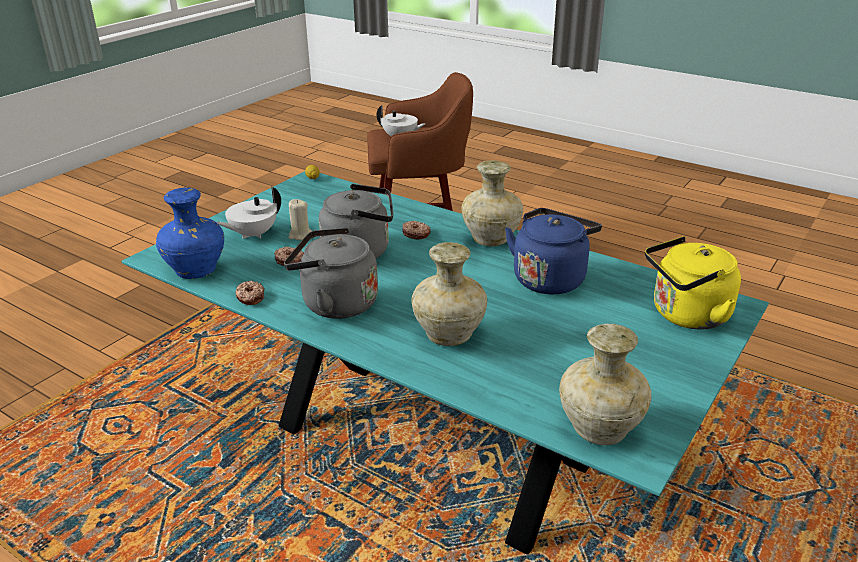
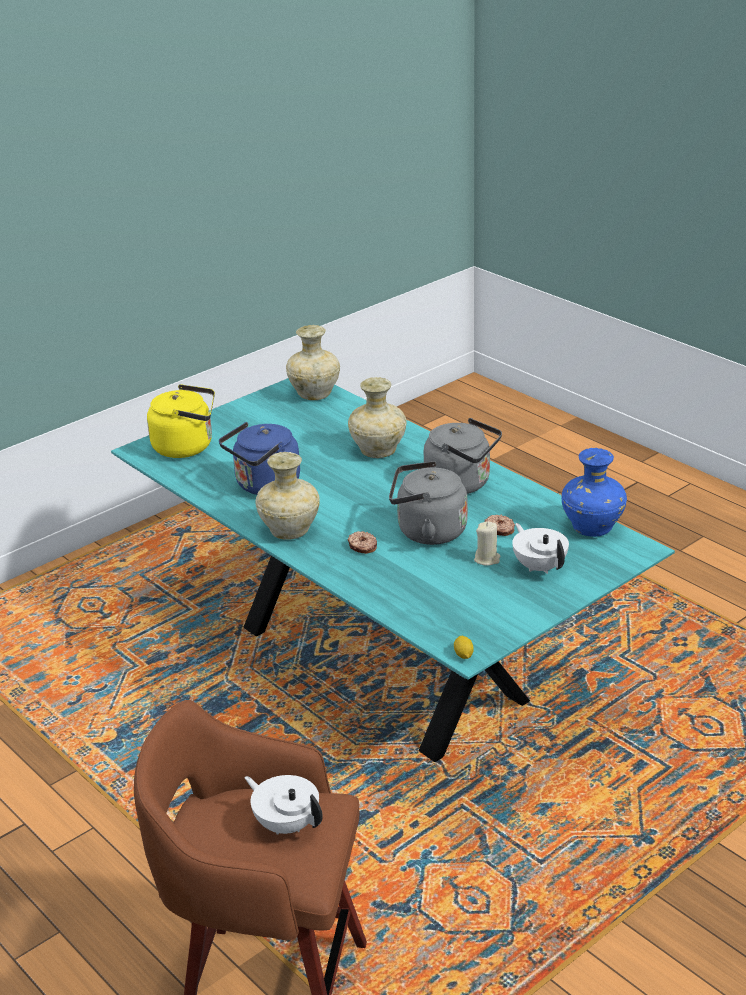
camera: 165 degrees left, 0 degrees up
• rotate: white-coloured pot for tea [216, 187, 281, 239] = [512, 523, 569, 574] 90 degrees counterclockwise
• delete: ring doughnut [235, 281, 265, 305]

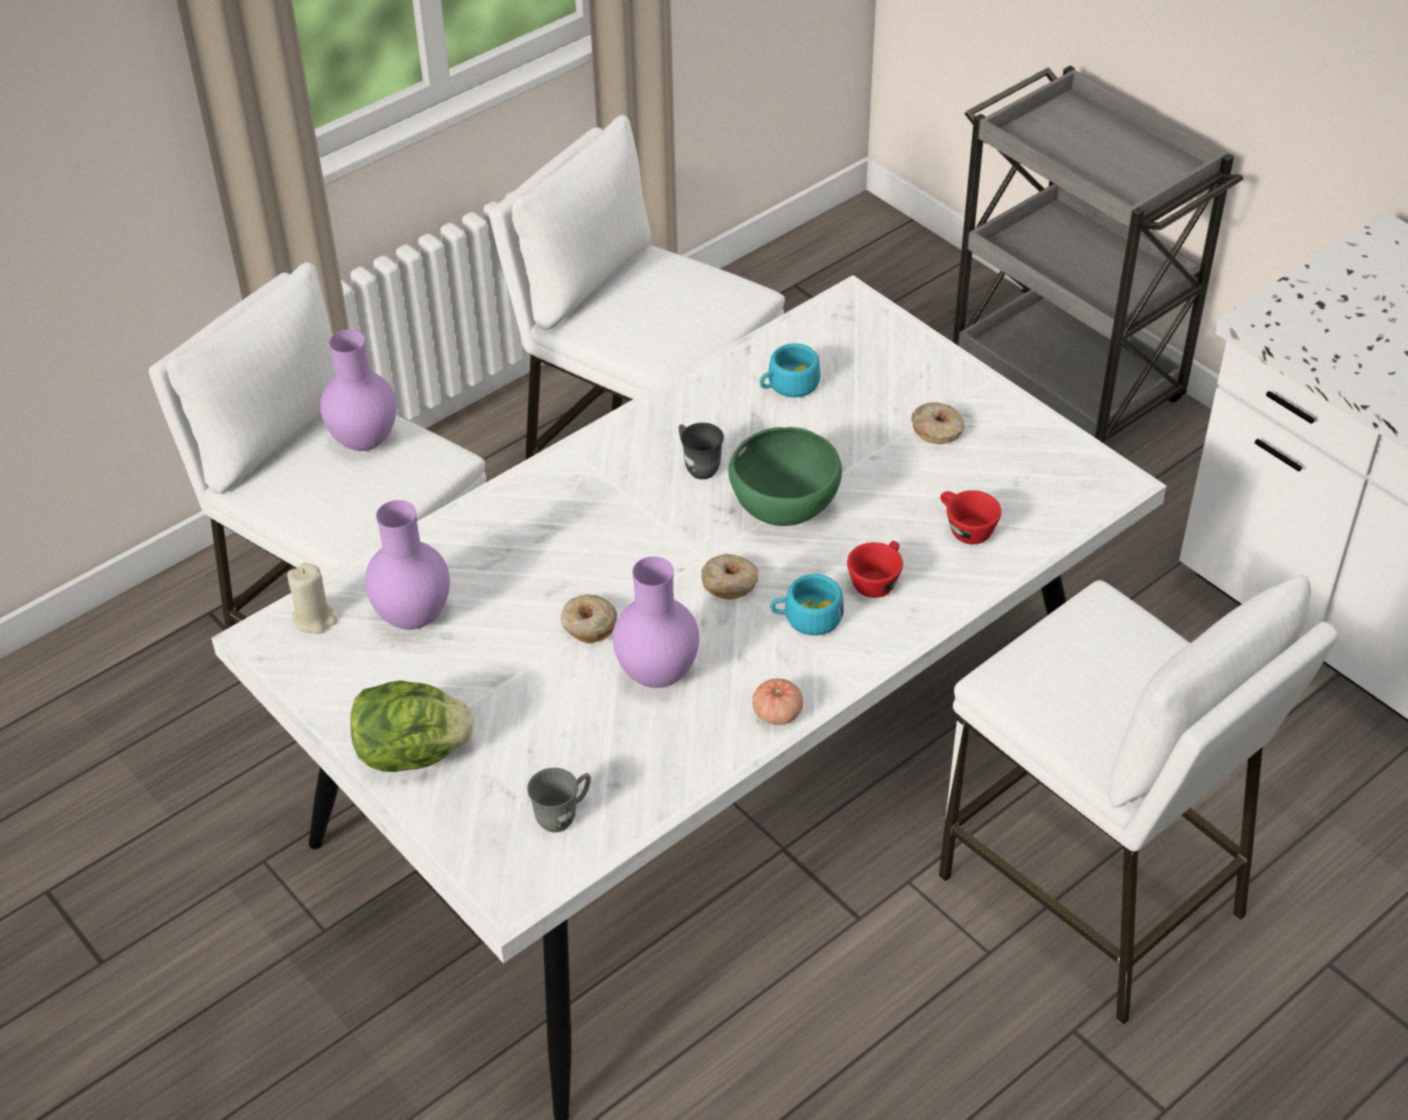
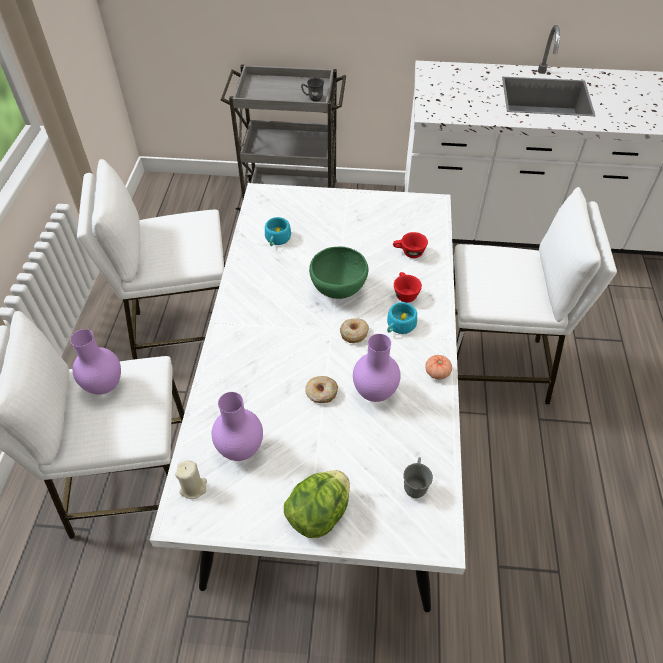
camera: 45 degrees left, 5 degrees up
• delete: ring doughnut [911, 402, 965, 444]
• move: gray coffee mug [678, 423, 724, 479] to [301, 78, 324, 102]

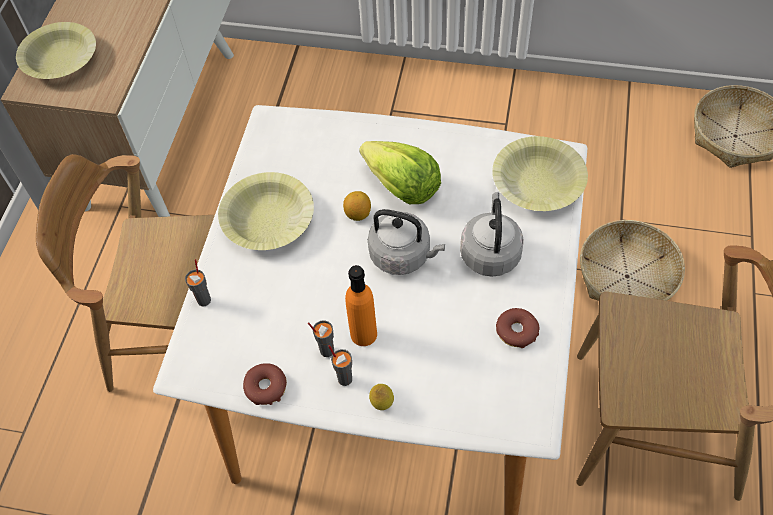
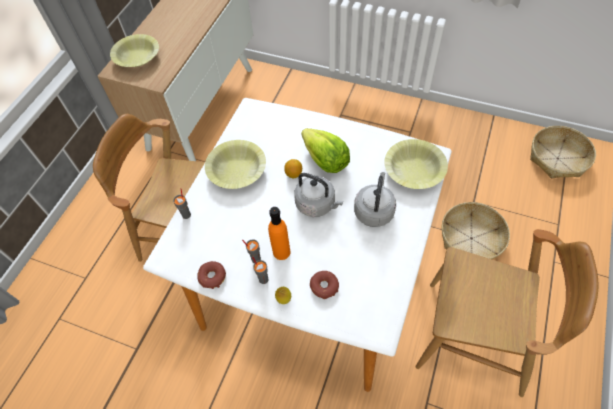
camera: 10 degrees right, 0 degrees up
• move: ring doughnut [496, 308, 539, 348] to [310, 271, 339, 299]

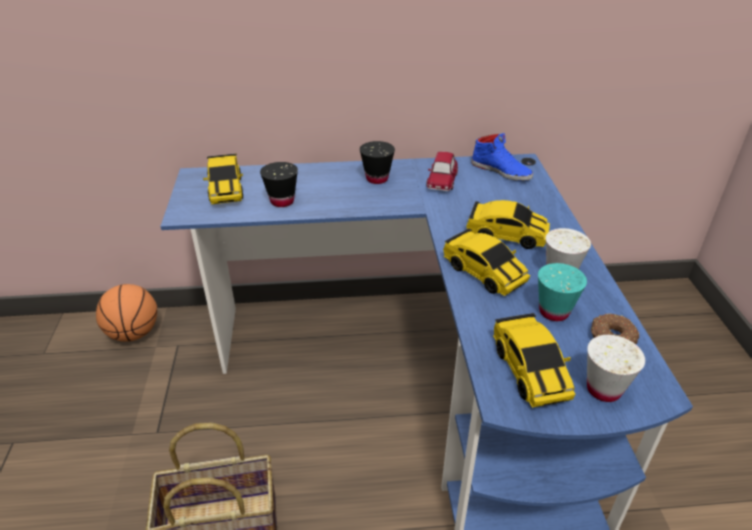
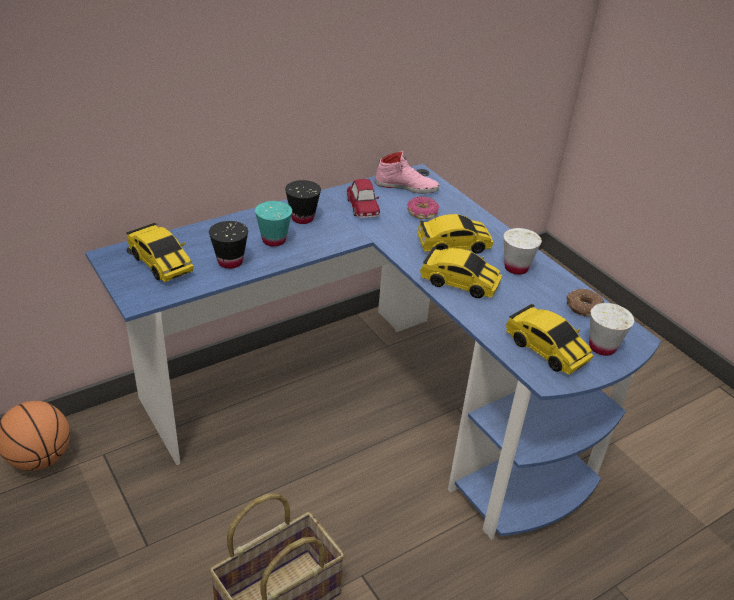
camera: 30 degrees left, 0 degrees up
• recolor: blue-coloured shoe [472, 133, 533, 181] to pink shoe [375, 150, 439, 193]
• move: turquoise cup [538, 263, 587, 321] to [255, 201, 292, 247]
• insert: ring doughnut [407, 196, 439, 219]

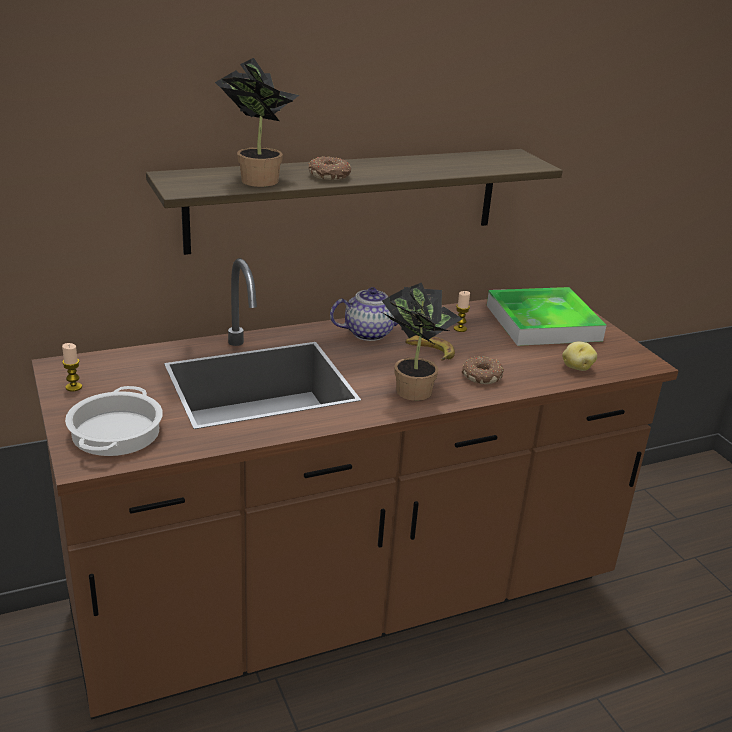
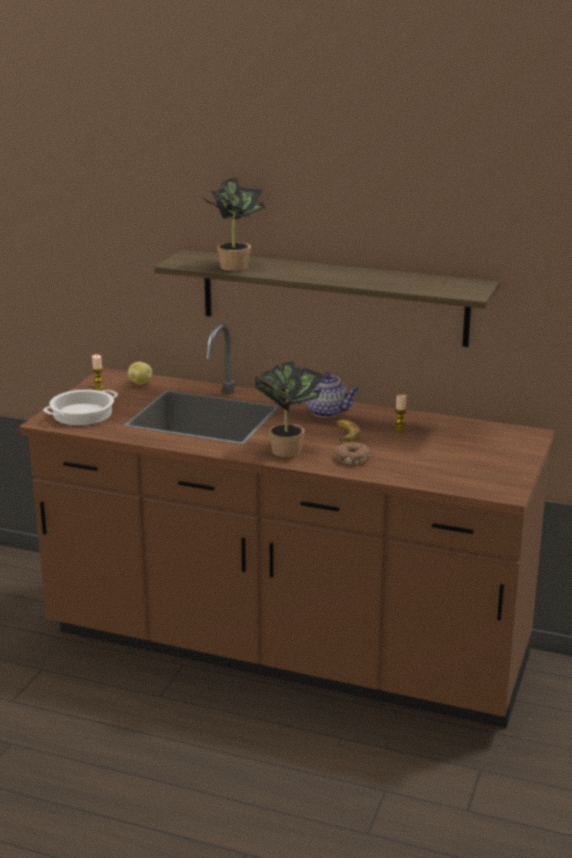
camera: 45 degrees right, 5 degrees down
• delete: ring doughnut [308, 156, 351, 180]
• delete: tray [487, 287, 607, 346]
• move: whole potato [562, 342, 597, 371] to [128, 362, 152, 385]

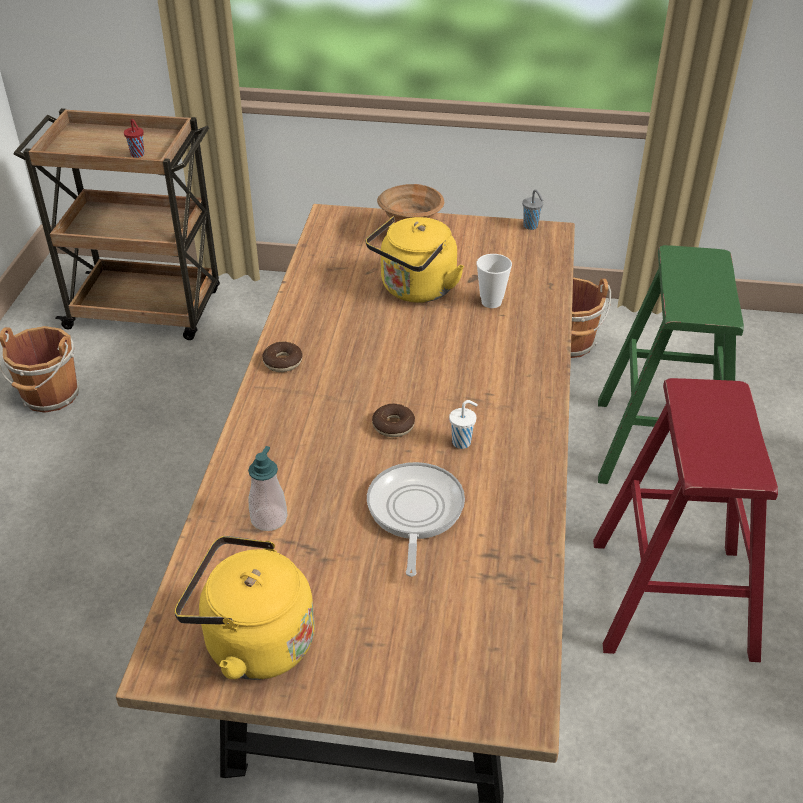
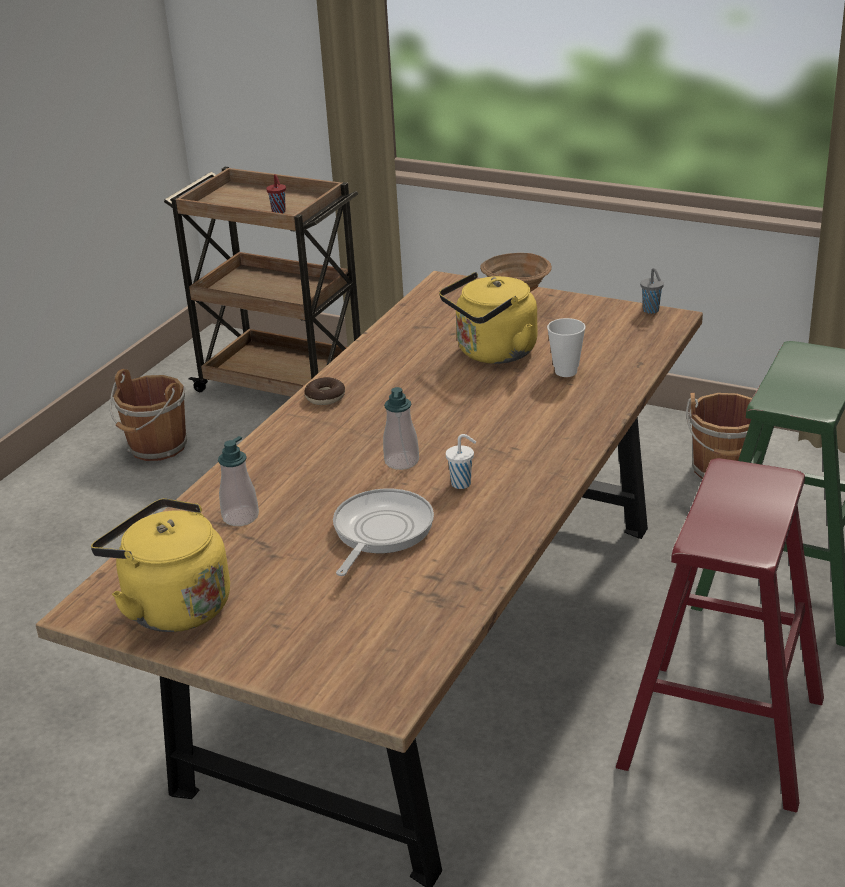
camera: 20 degrees right, 10 degrees down
• replace: ring doughnut [372, 404, 415, 437] to liquid soap bottle [383, 387, 419, 470]

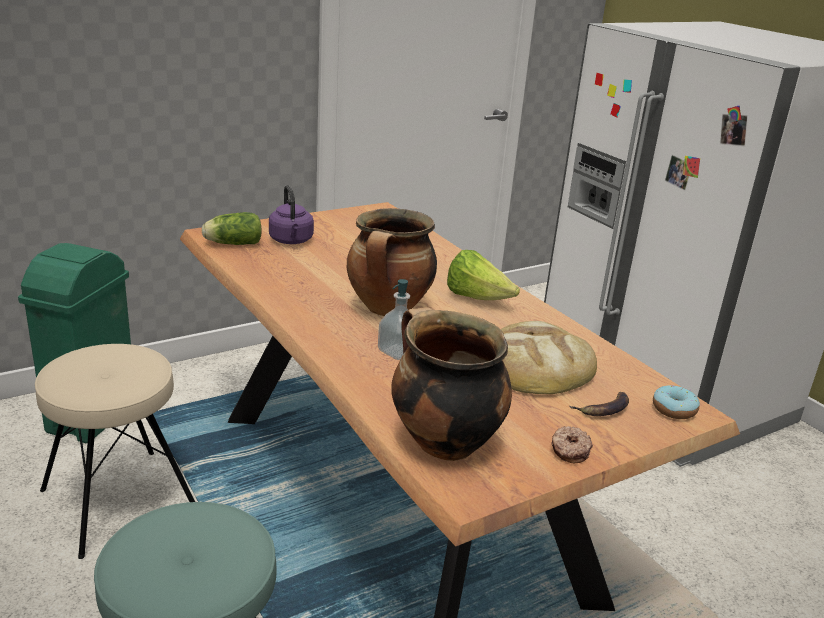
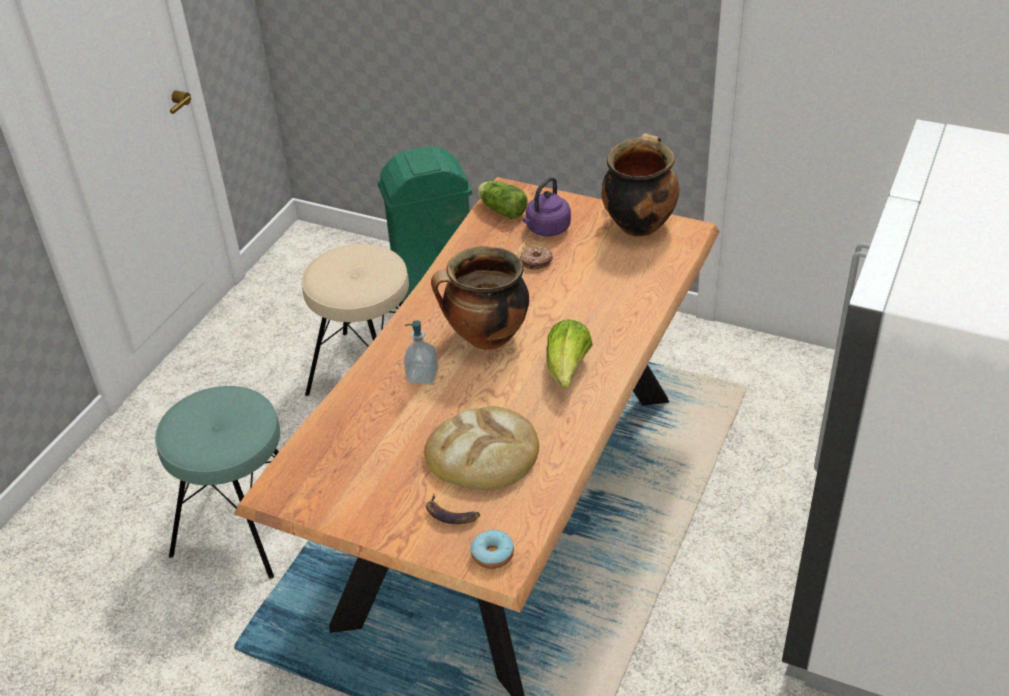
camera: 60 degrees right, 15 degrees up
• move: stockpot [391, 307, 512, 461] to [602, 133, 679, 237]
• move: ring doughnut [551, 426, 593, 463] to [520, 247, 553, 269]

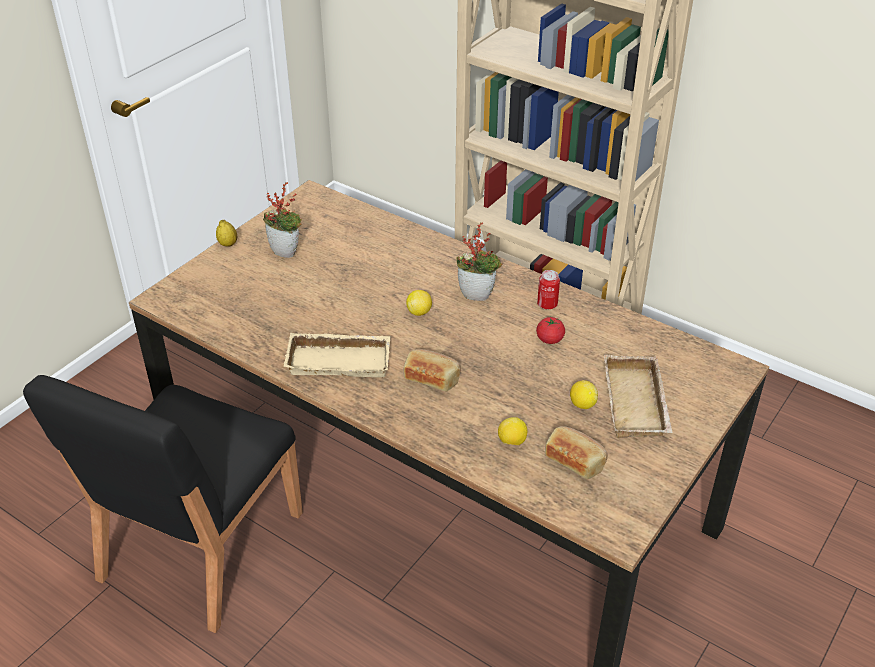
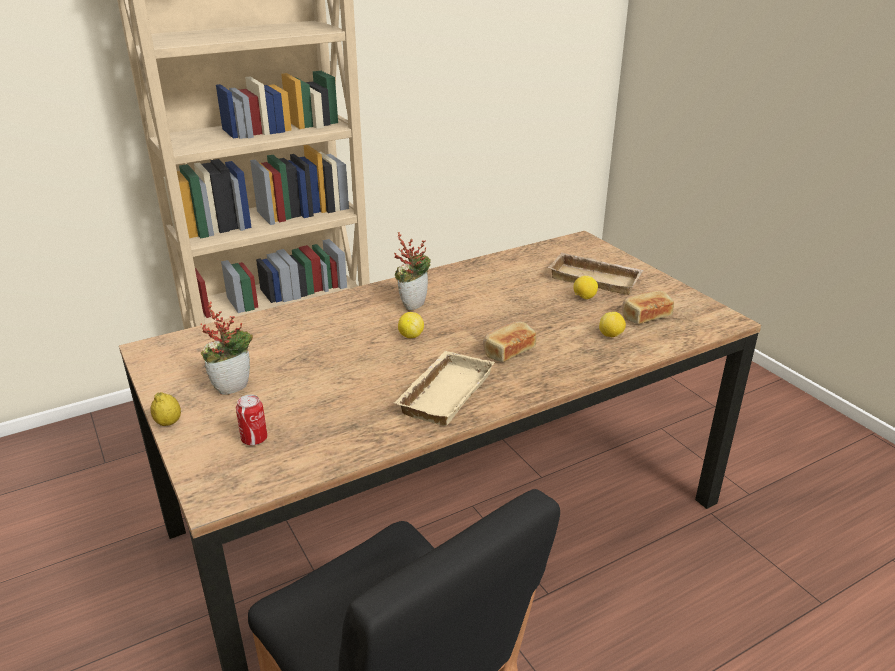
camera: 65 degrees left, 10 degrees down
• move: metal can [537, 270, 560, 309] to [236, 395, 267, 445]
• delete: tomato [536, 317, 565, 344]

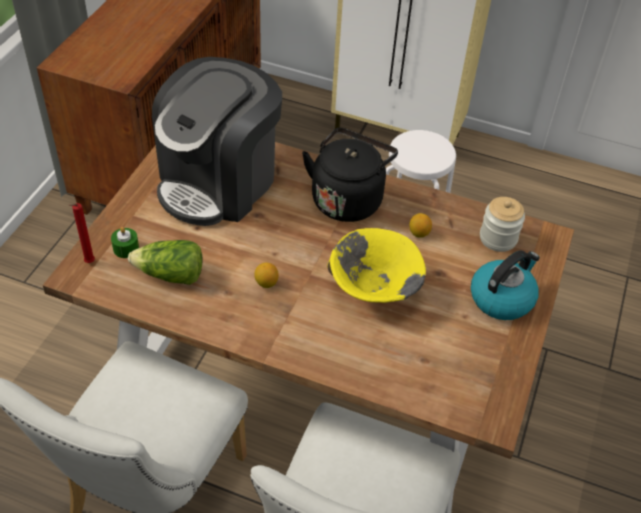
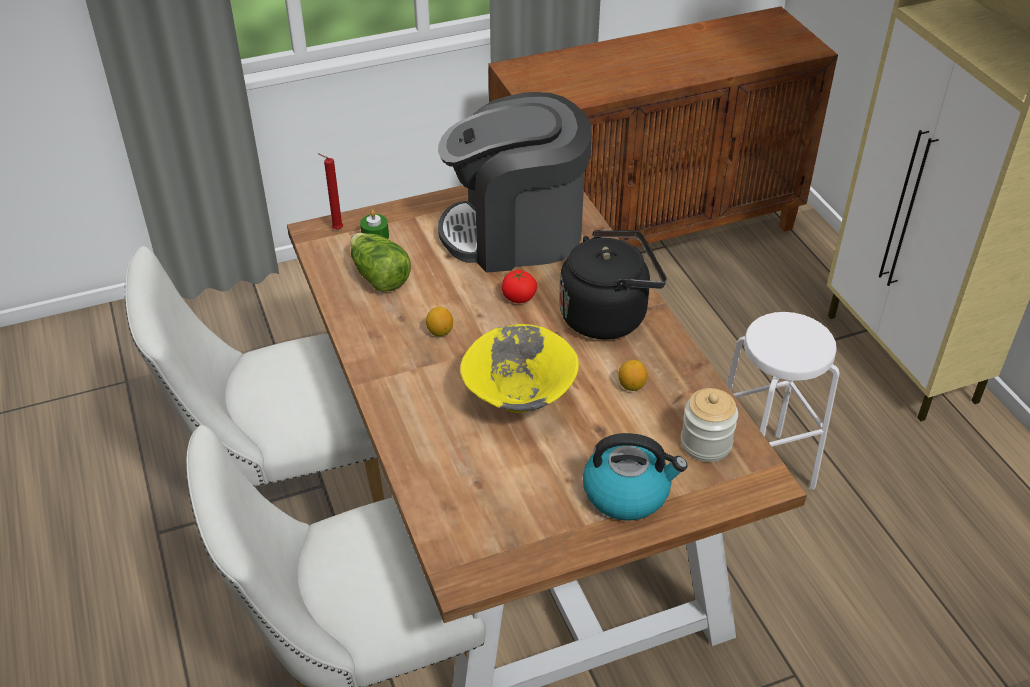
camera: 50 degrees right, 5 degrees down
• insert: tomato [502, 270, 537, 303]

